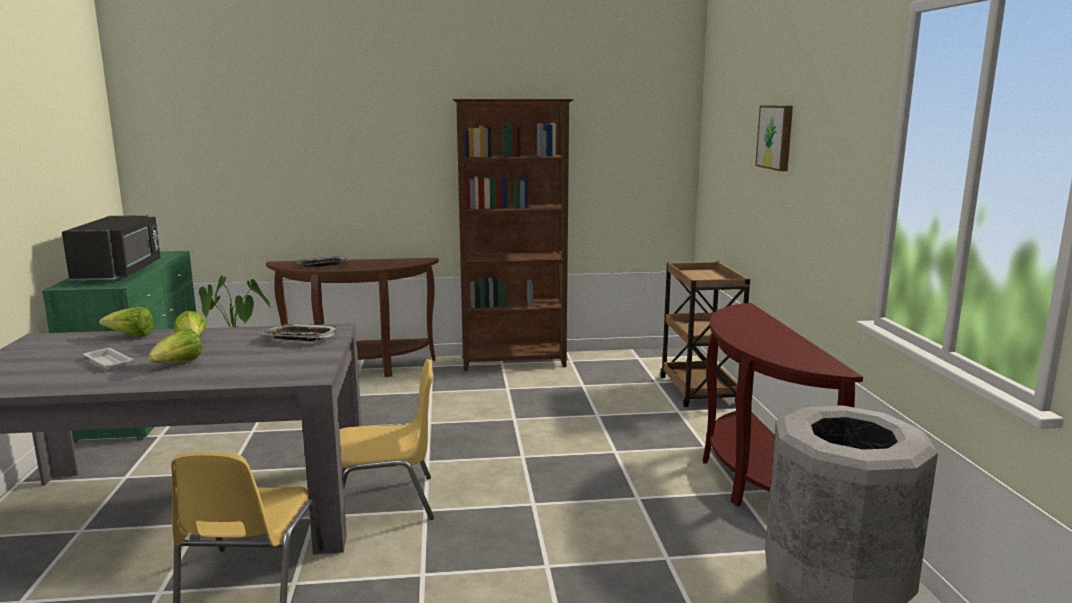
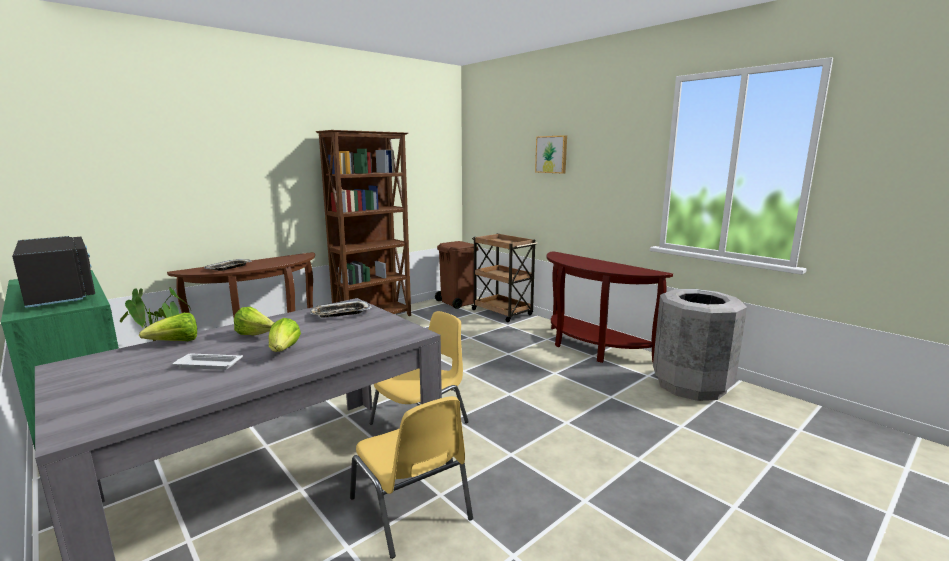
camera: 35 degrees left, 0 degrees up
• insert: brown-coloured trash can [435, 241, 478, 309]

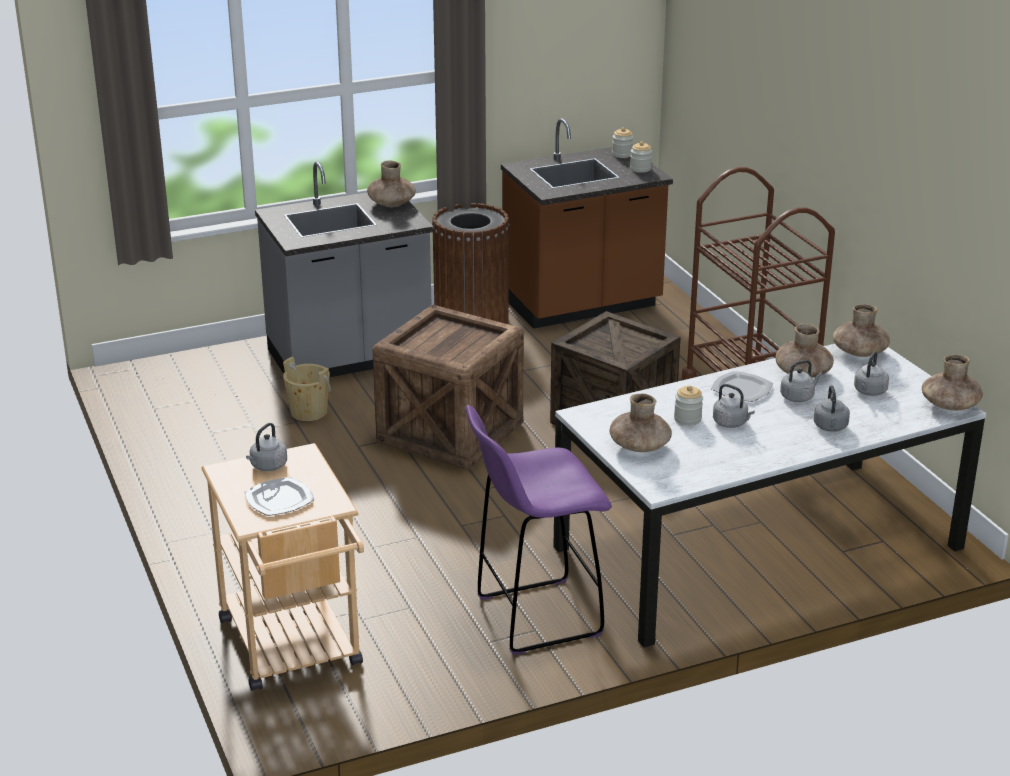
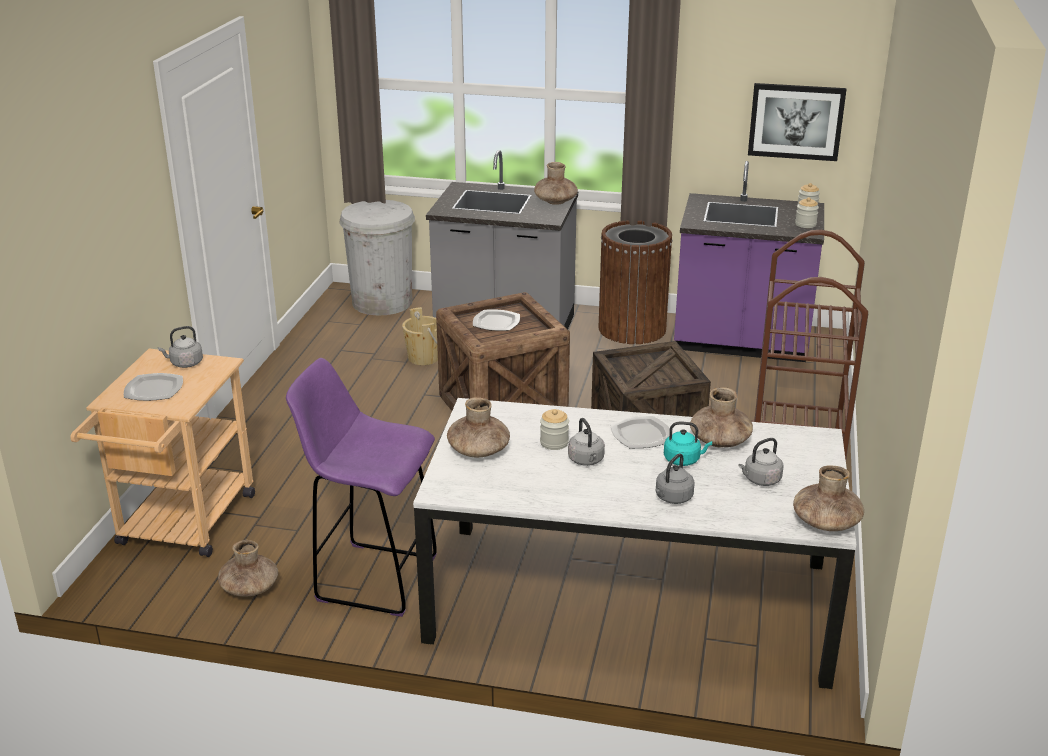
camera: 35 degrees right, 0 degrees up
• recolor: brown-coloured kitchen counter [501, 118, 673, 329] to purple-coloured kitchen counter [674, 161, 824, 362]
• move: brown-coloured vase [833, 304, 890, 357] to [218, 540, 278, 597]
• recolor: gray tea kettle [780, 360, 822, 402] to turquoise tea kettle [664, 422, 712, 466]
• insert: picture [748, 83, 847, 161]
• insert: white-coloured trash can [339, 200, 415, 316]
• insert: dinner plate [473, 310, 520, 331]

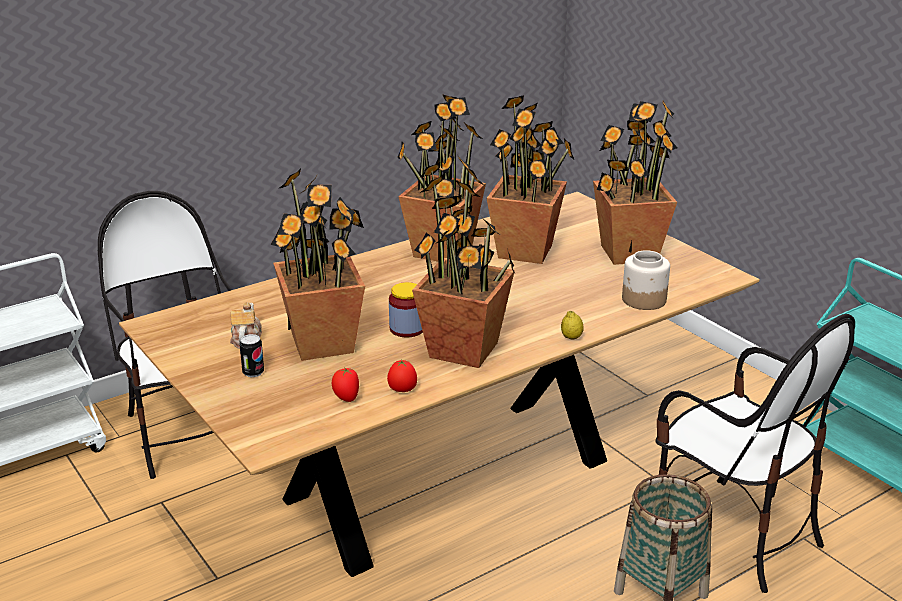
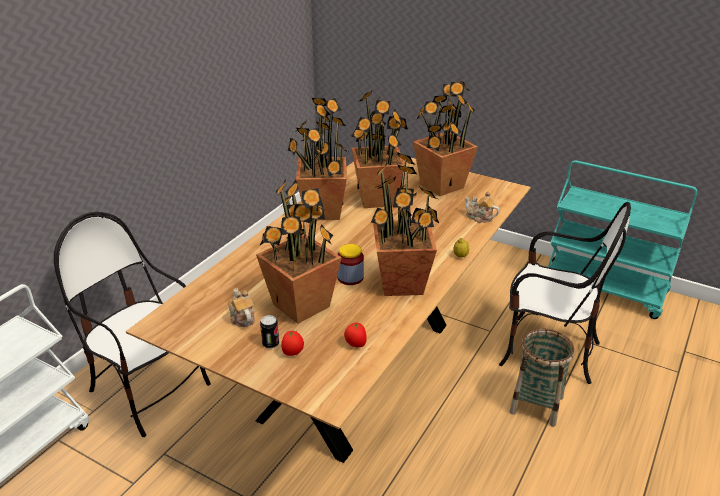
camera: 25 degrees left, 5 degrees up
• replace: jar [622, 250, 670, 310] to pot for tea [465, 191, 499, 223]
• move: tomato [387, 360, 417, 392] to [281, 331, 304, 356]

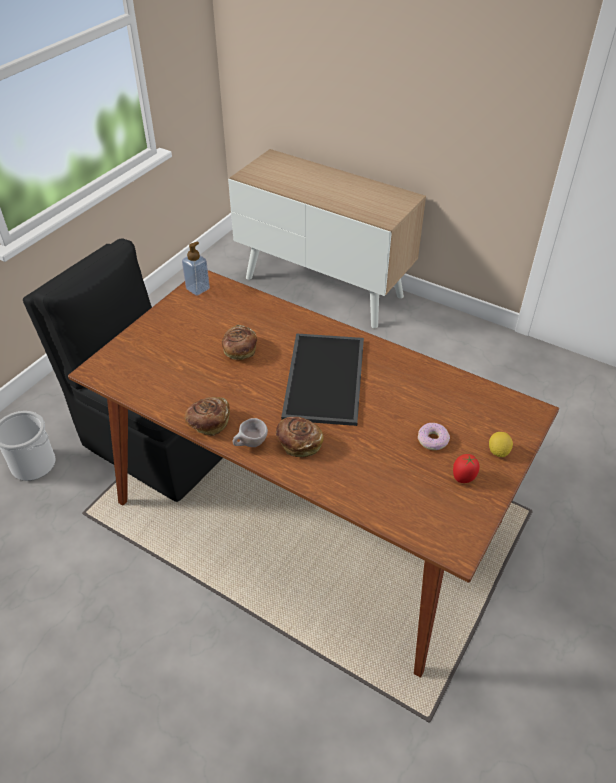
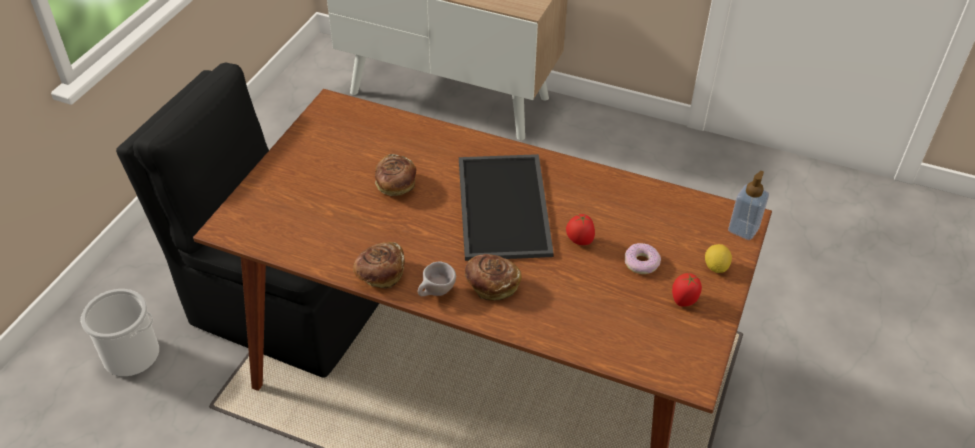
camera: 10 degrees left, 0 degrees up
• move: liquid soap bottle [182, 241, 210, 296] to [728, 171, 769, 240]
• insert: tomato [566, 214, 595, 245]

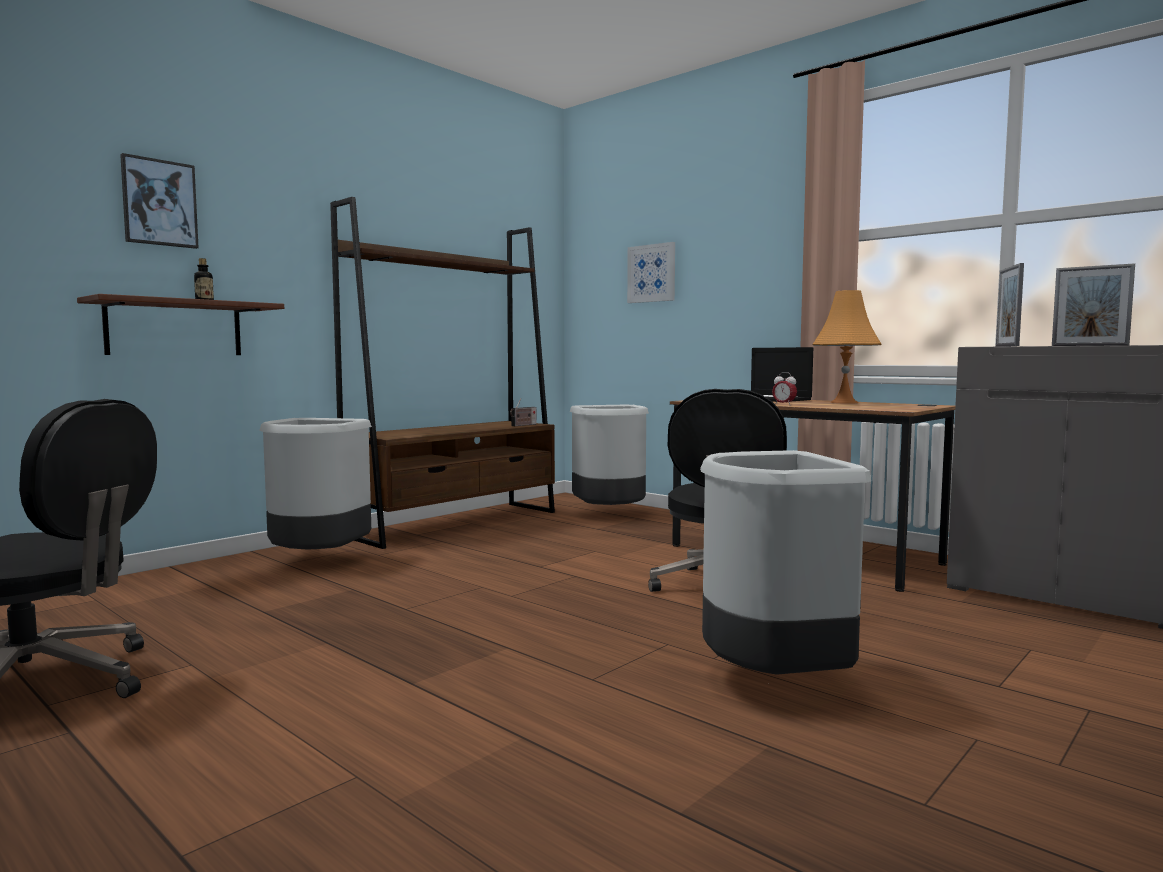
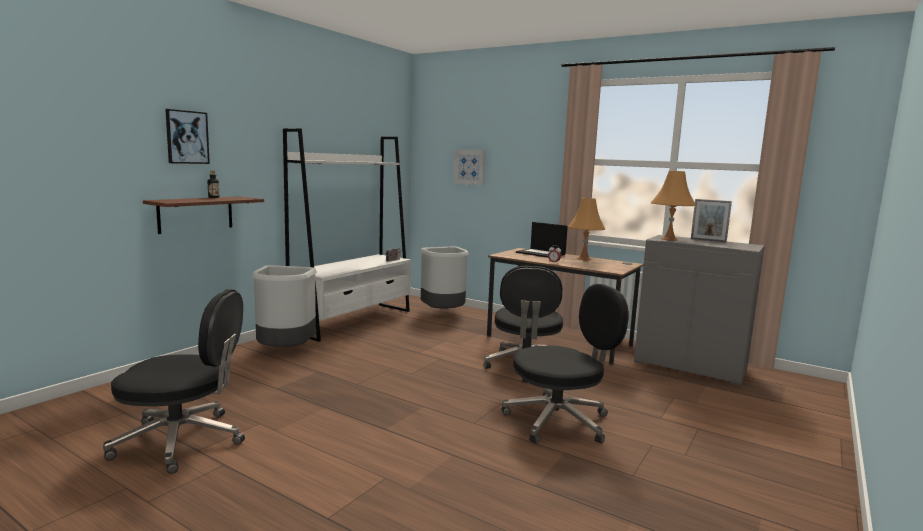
camera: 10 degrees left, 5 degrees up
• recolor: brown-coloured bookshelf [330, 197, 555, 549] to white-coloured bookshelf [283, 128, 411, 342]
• replace: photo frame [996, 263, 1024, 347] to orange-coloured table lamp [651, 171, 696, 241]
• replace: gray trash can [700, 450, 871, 675] to black computer chair [502, 284, 629, 444]

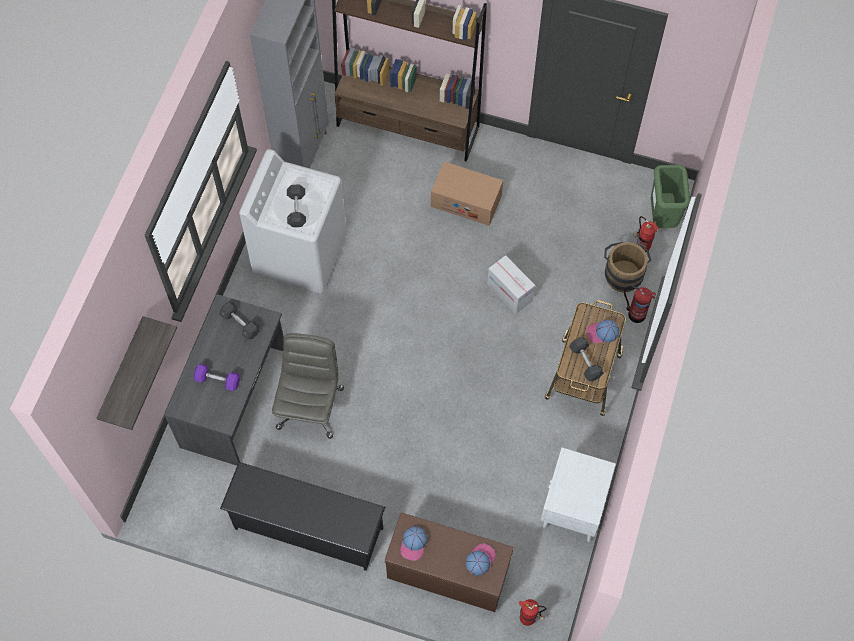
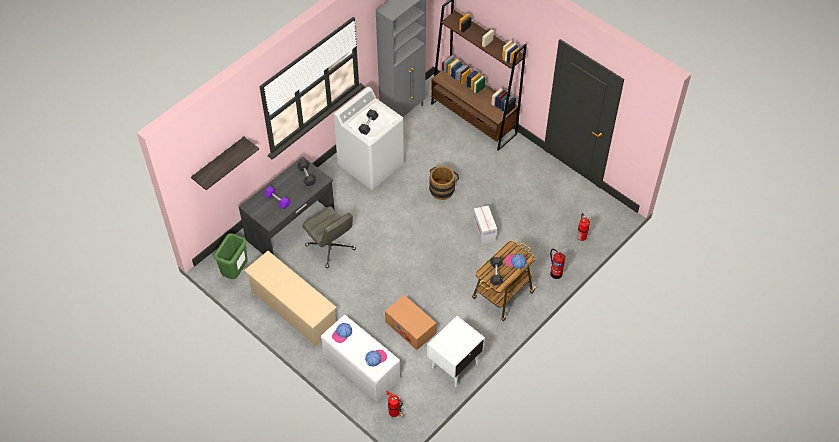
camera: 25 degrees right, 10 degrees down
• move: cardboard box [431, 162, 503, 226] to [385, 295, 436, 350]
• move: green trash can [651, 165, 690, 228] to [214, 233, 248, 279]
• move: brown-coloured bucket [604, 242, 651, 293] to [429, 166, 459, 200]
• rotate: gray computer chair [272, 333, 344, 439] = [302, 206, 356, 268] 105 degrees clockwise
• recolor: black shoe rack [220, 462, 385, 571] to sand-coloured shoe rack [244, 251, 337, 348]
• recolor: brown-coloured indoor bench [385, 513, 514, 612] to white-coloured indoor bench [321, 315, 400, 402]

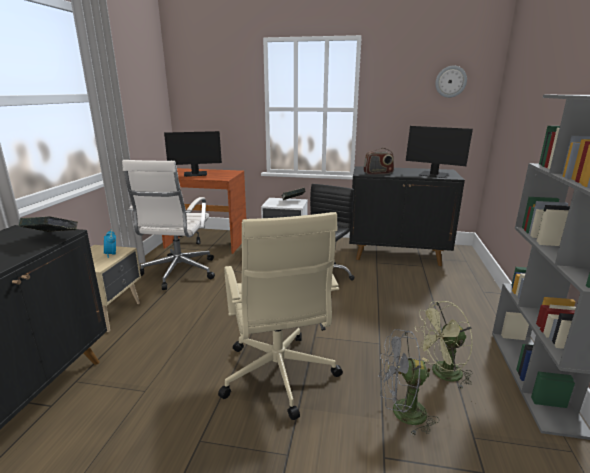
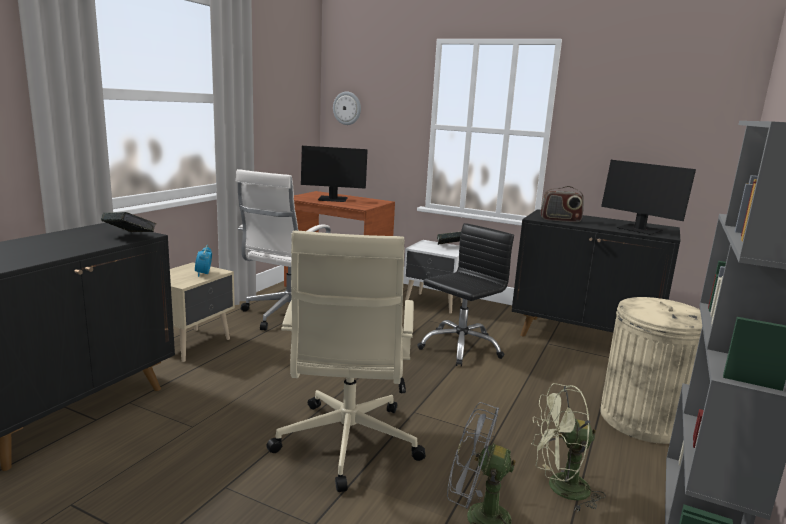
camera: 15 degrees right, 5 degrees down
• move: hanging clock [435, 65, 467, 98] to [333, 91, 361, 125]
• insert: sand-coloured trash can [600, 297, 702, 444]

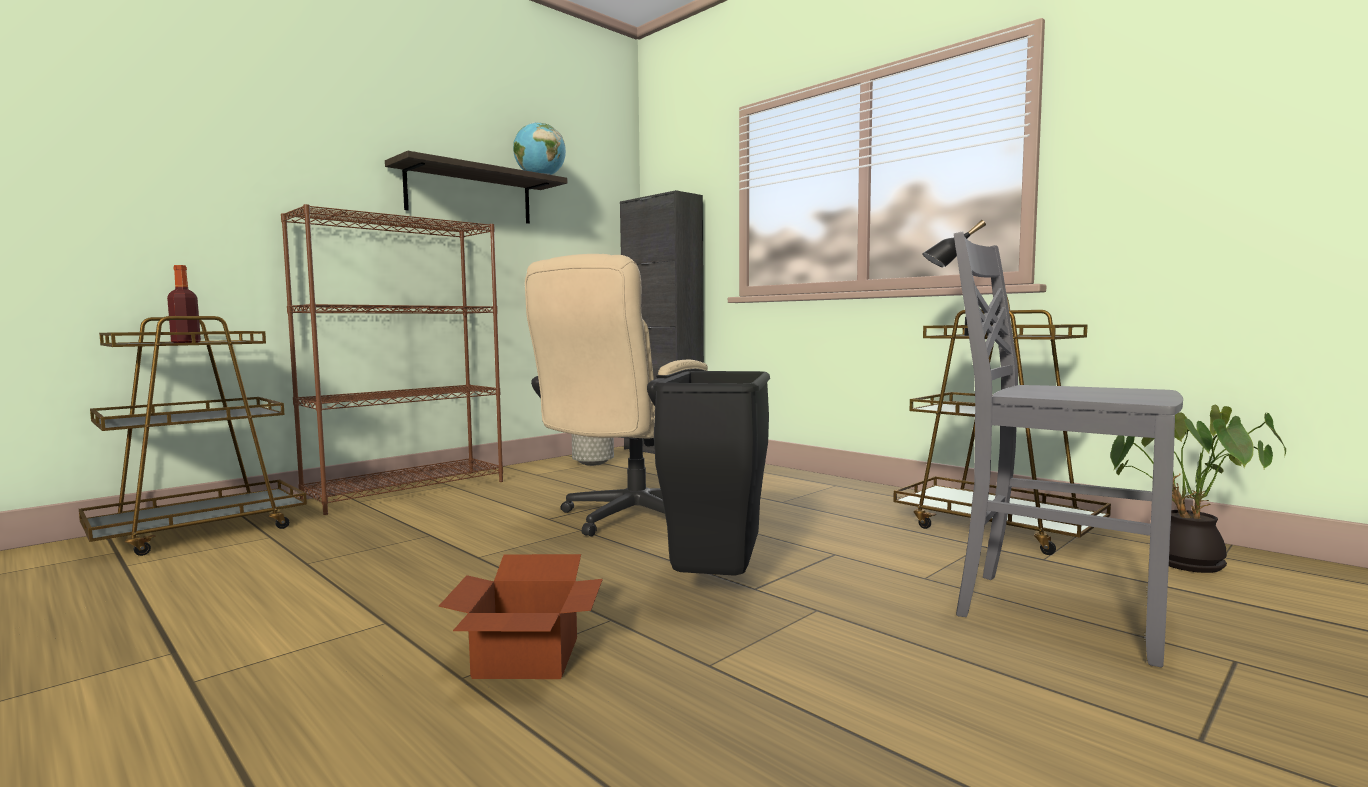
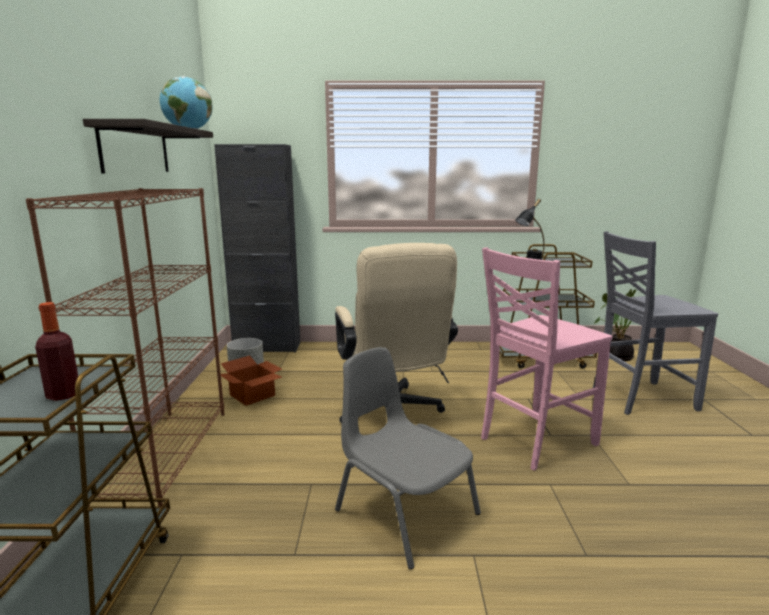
camera: 45 degrees left, 10 degrees up
• replace: black trash can [653, 371, 770, 576] to pink chair [481, 247, 613, 471]
• move: cardboard box [438, 554, 603, 679] to [221, 355, 282, 406]
• insert: gray chair [335, 347, 481, 569]

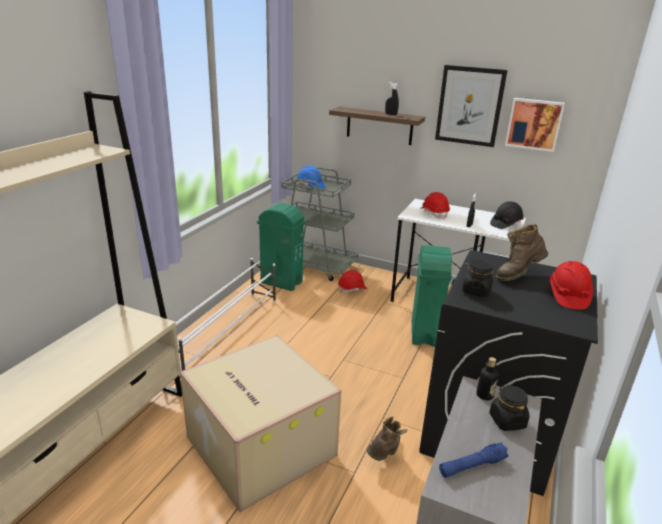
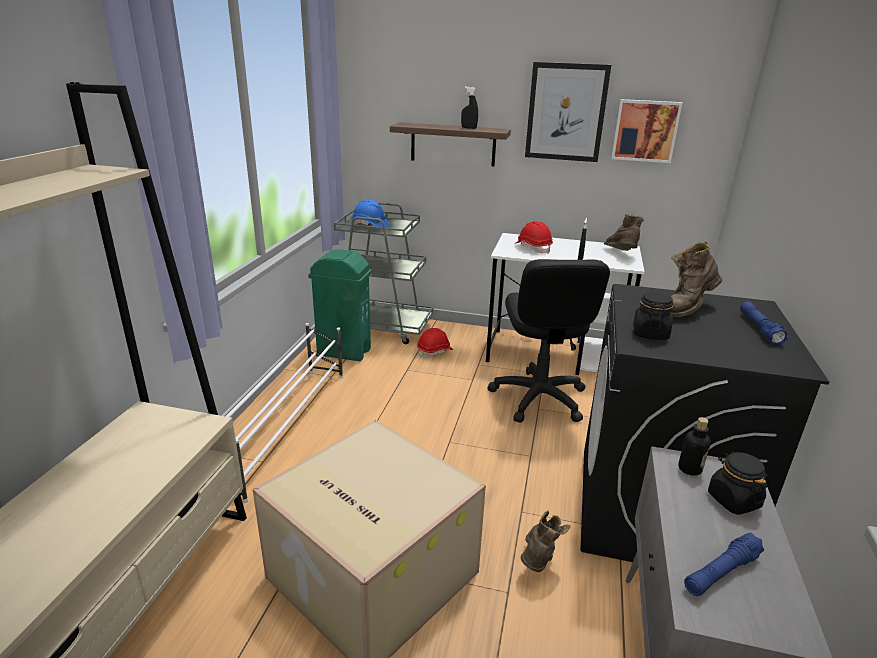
camera: 10 degrees left, 0 degrees up
• replace: black hard hat [490, 201, 524, 229] to brown-coloured tall boot [604, 214, 644, 251]
• replace: green trash can [412, 245, 452, 347] to black computer chair [487, 259, 610, 423]
• replace: reddish hard hat [549, 261, 593, 310] to blue-coloured flashlight [740, 301, 788, 345]

